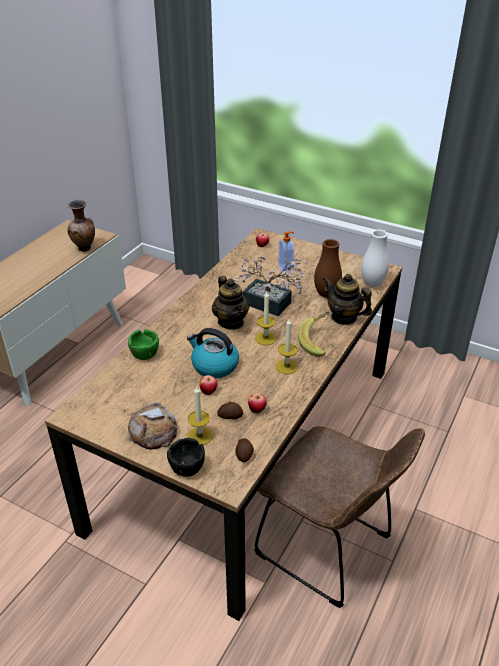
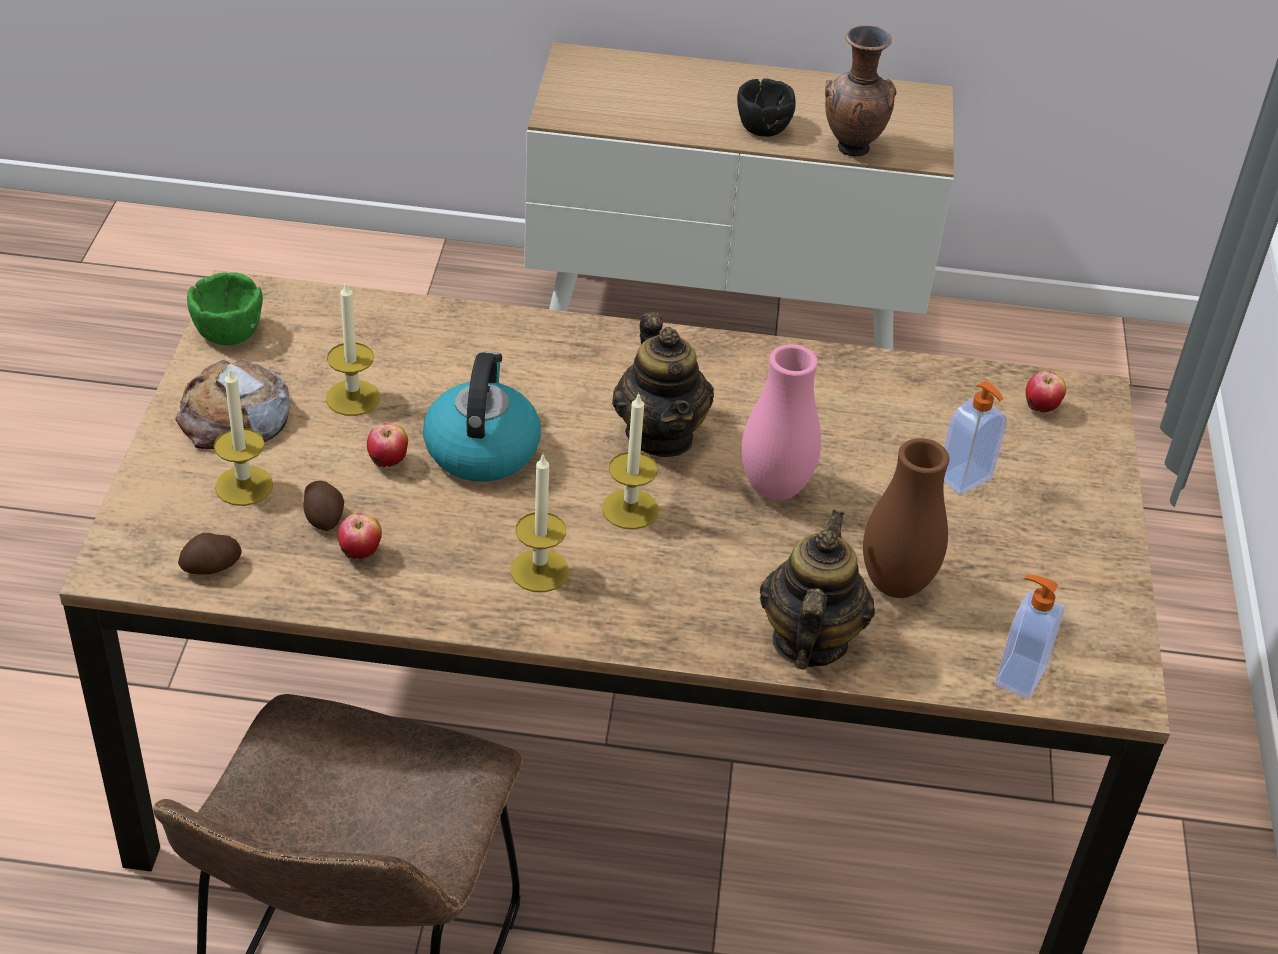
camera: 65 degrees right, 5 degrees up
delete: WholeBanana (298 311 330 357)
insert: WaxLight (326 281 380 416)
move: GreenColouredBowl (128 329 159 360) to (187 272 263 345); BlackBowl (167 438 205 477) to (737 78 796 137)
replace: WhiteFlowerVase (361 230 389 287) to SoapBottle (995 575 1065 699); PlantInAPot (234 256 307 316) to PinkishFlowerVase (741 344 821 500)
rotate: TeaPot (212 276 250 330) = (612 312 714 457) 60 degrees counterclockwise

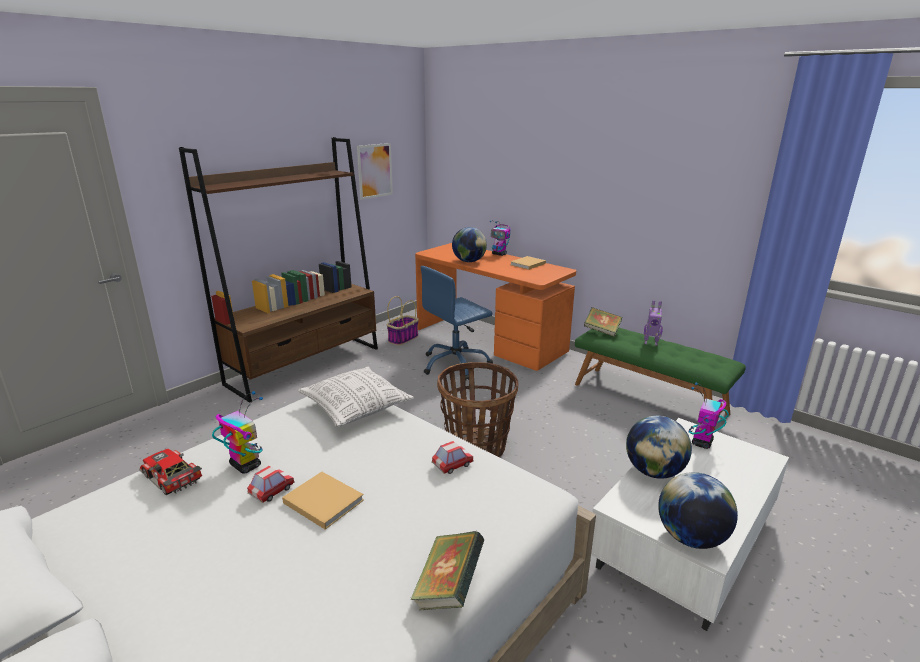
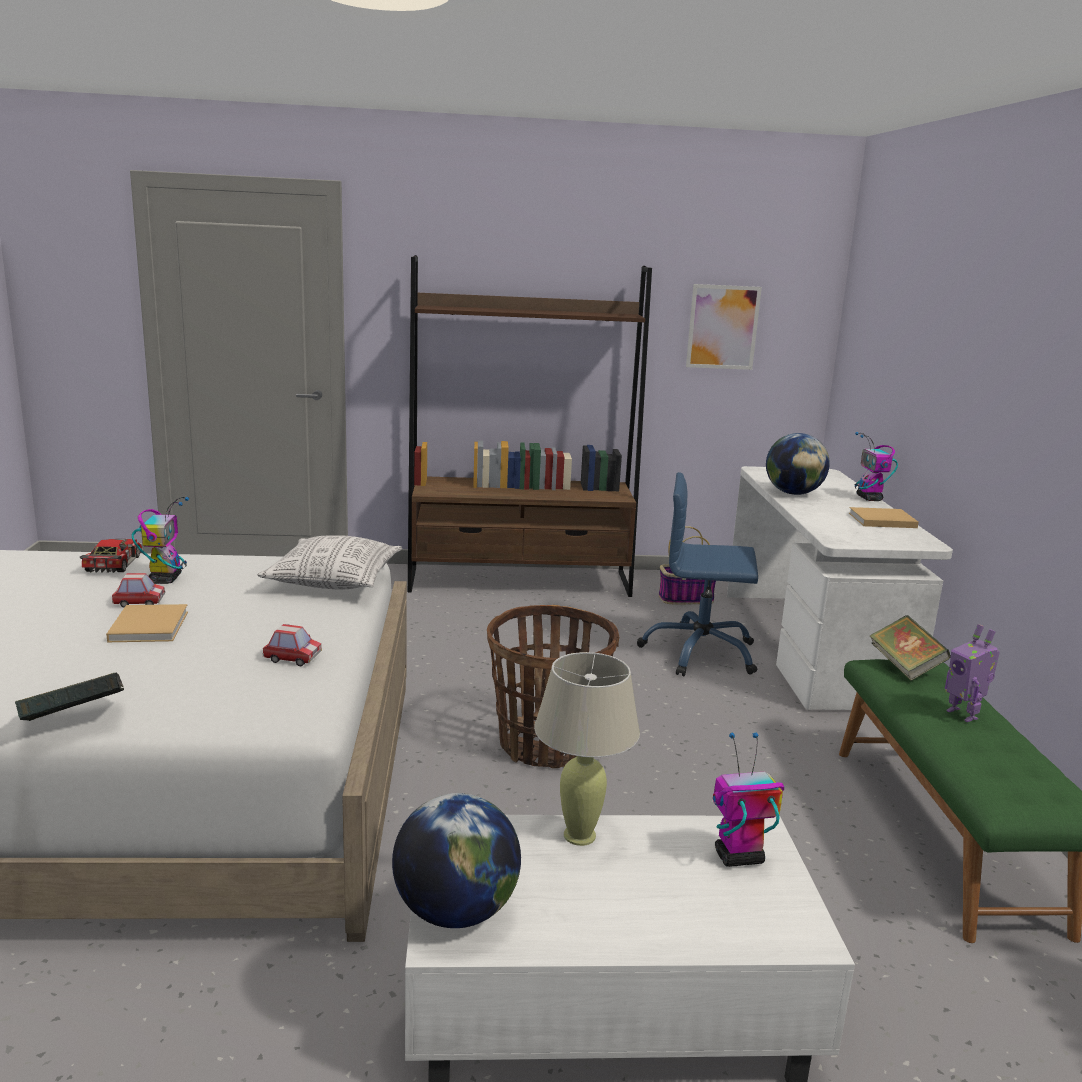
camera: 45 degrees right, 5 degrees down
replace: WorldGlobe (626 415 692 479) to BeigeColouredTableLamp (534 652 640 846)
recolor: OrangeDeskTable (415 243 576 371) to WhiteDeskTable (727 466 953 710)

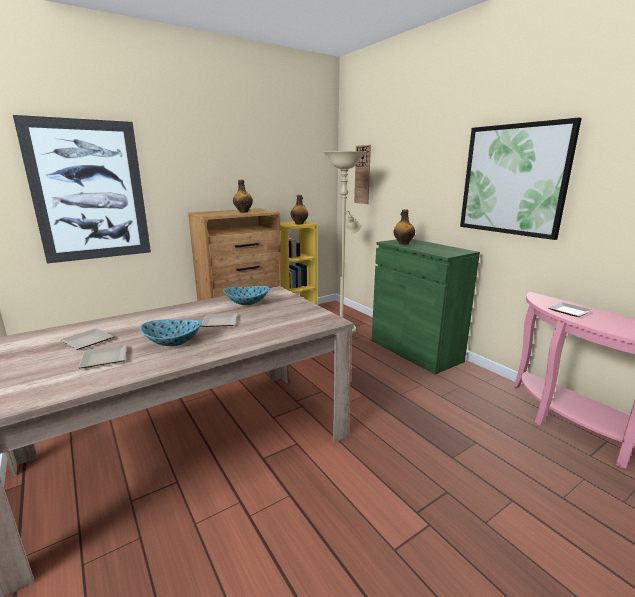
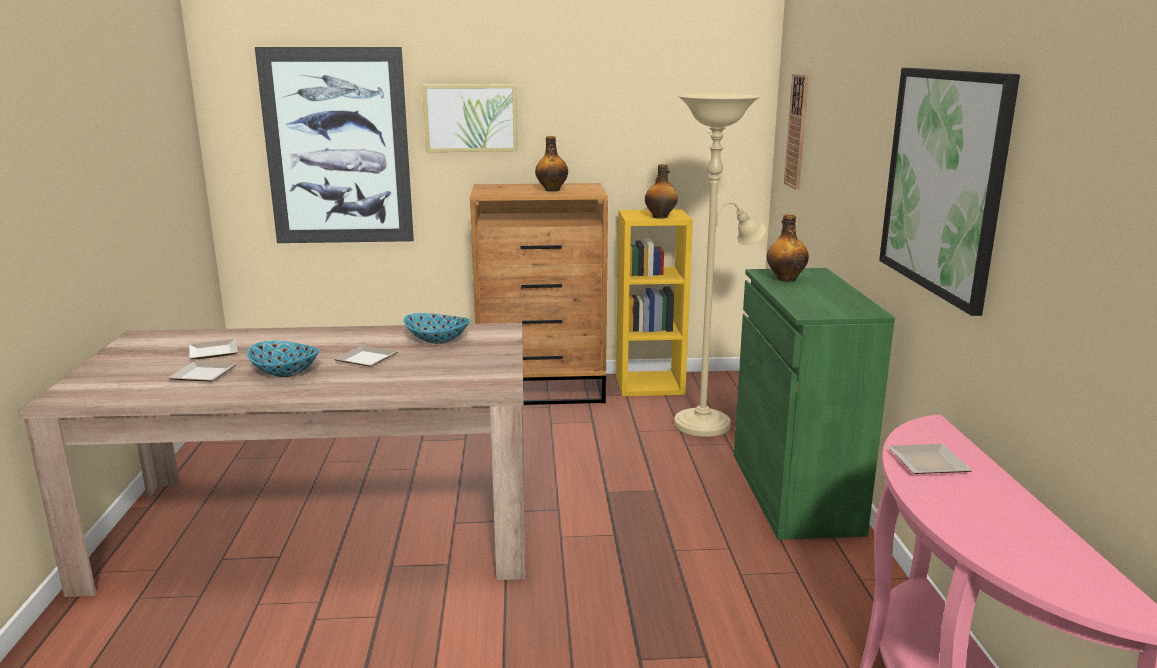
camera: 30 degrees right, 0 degrees up
insert: Picture (422 84 518 152)

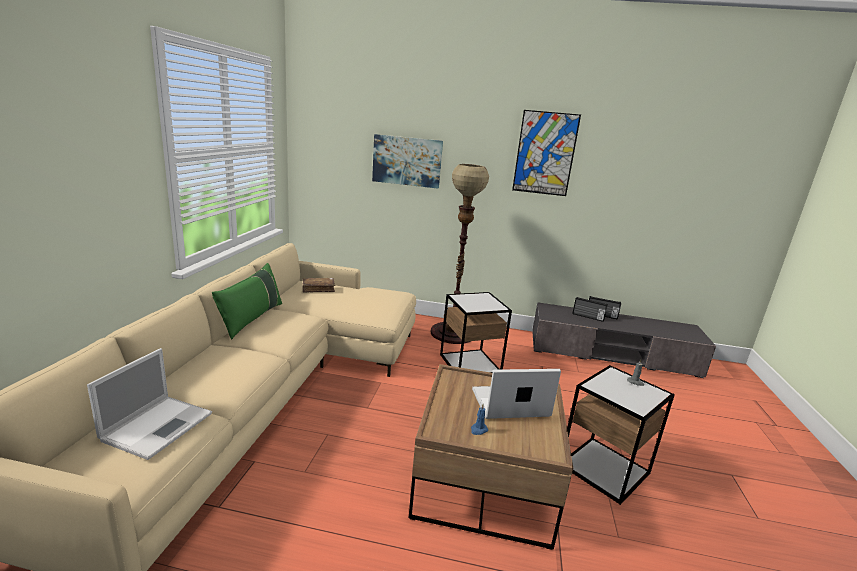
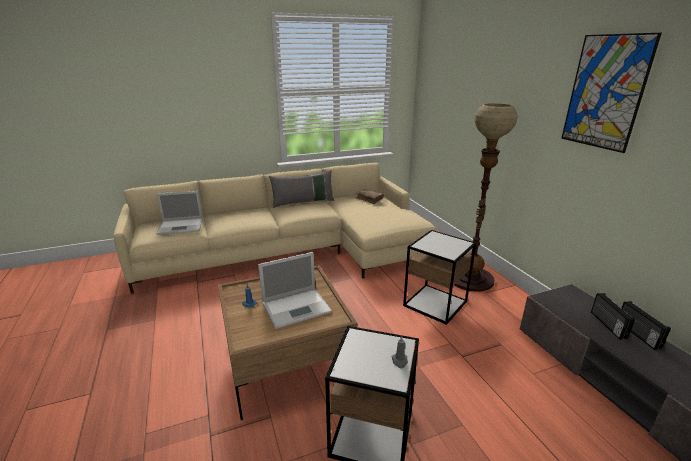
camera: 60 degrees right, 5 degrees up
delete: Picture (372 134 443 189)
recolor: GreenColouredThrowPillow (212 263 282 339) to GrayThrowPillow (269 170 334 208)
rotate: PortableComputer (472 369 561 419) = (258 252 332 329) 105 degrees clockwise

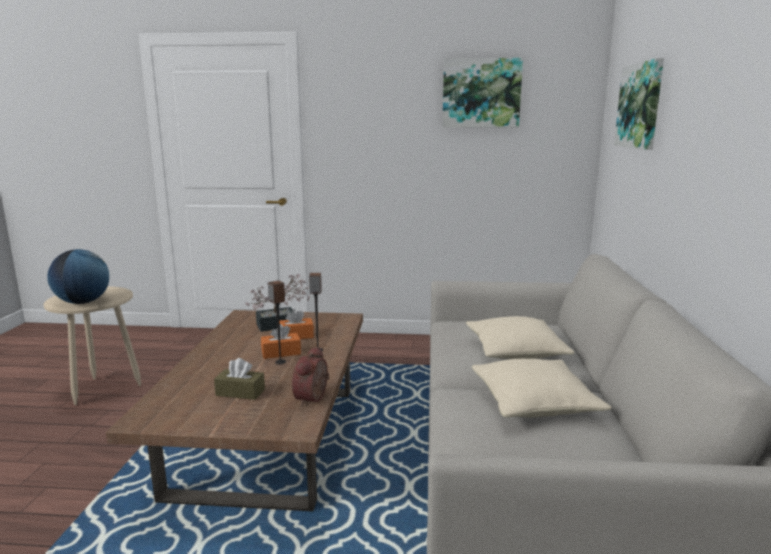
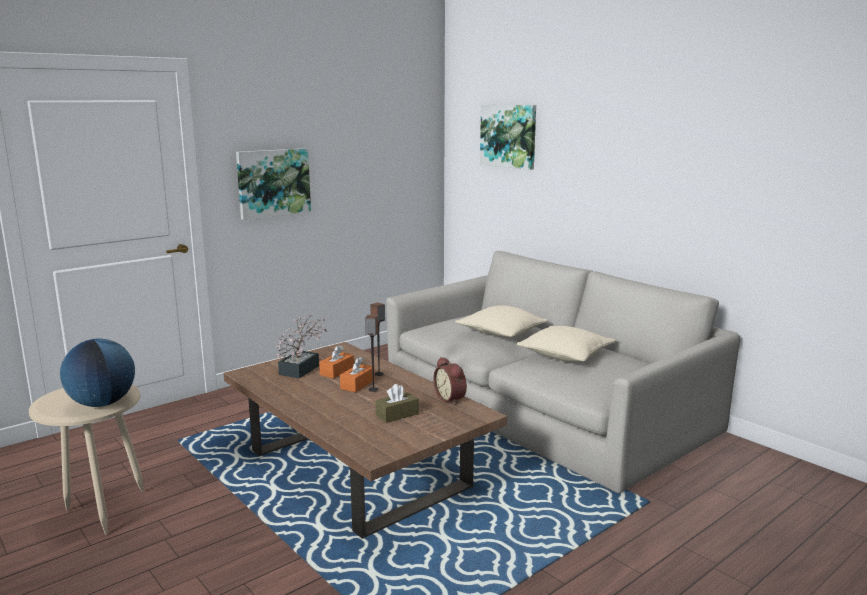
camera: 45 degrees left, 0 degrees up
move: Picture (442 58 523 127) to (236 148 311 220)

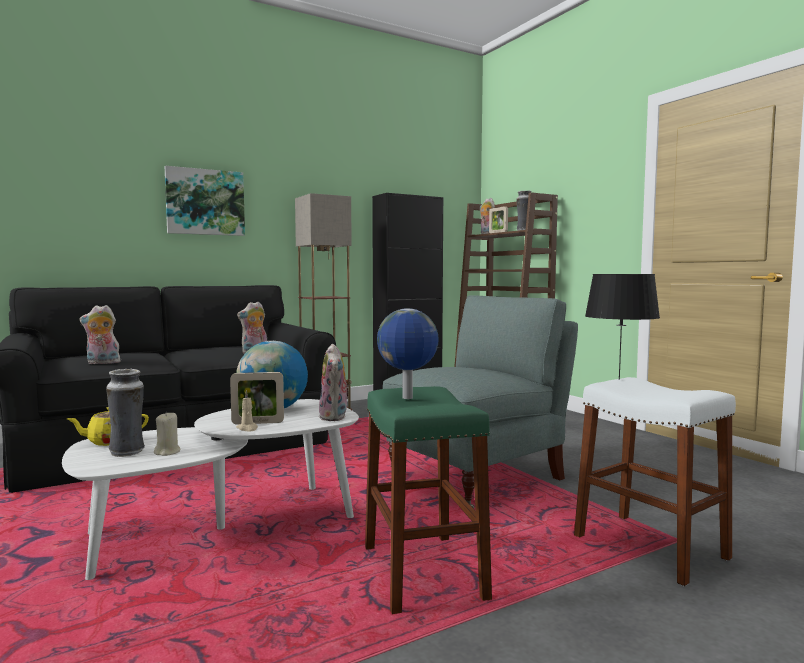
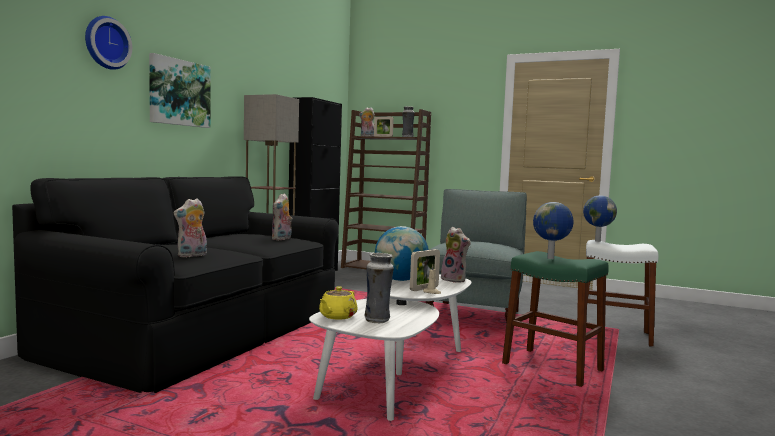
camera: 35 degrees left, 0 degrees up
delete: BeigeColouredWaxLight (154 412 181 456)
insert: ClockOnTheWall (85 16 132 70)
replace: BlackTableLamp (585 274 660 380) to WorldGlobe (583 195 617 242)

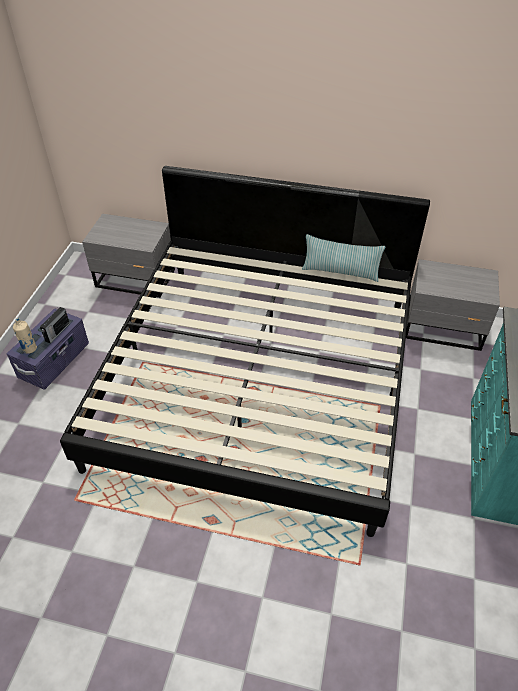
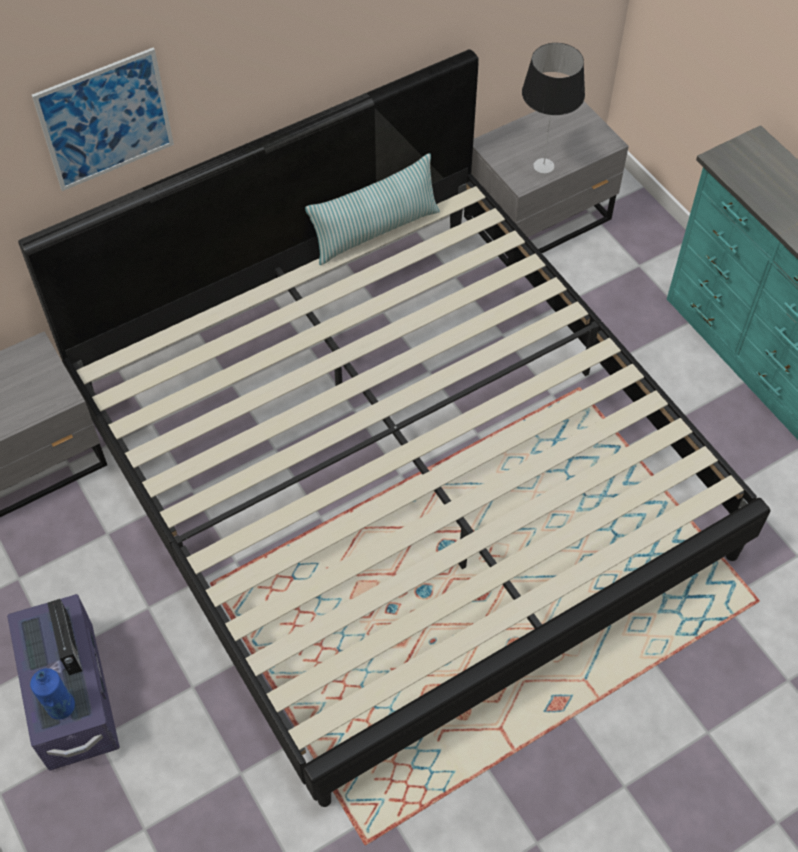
camera: 45 degrees left, 10 degrees up
insert: TableLamp (522 43 585 173); Picture (32 47 174 191)
recolor: BeigeColouredBeverageBottle (13 318 37 354) to BlueBeverageBottle (30 668 75 720)

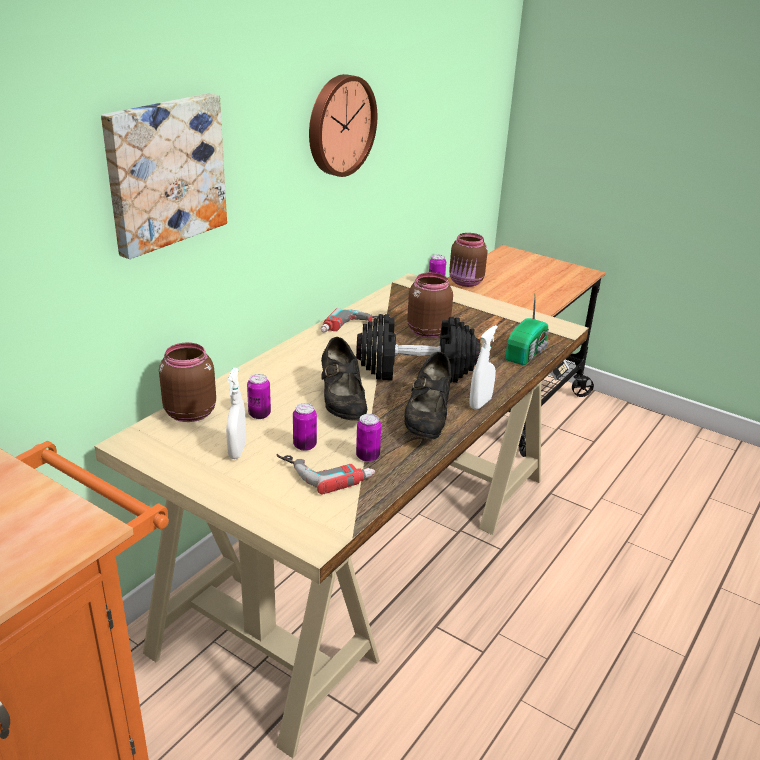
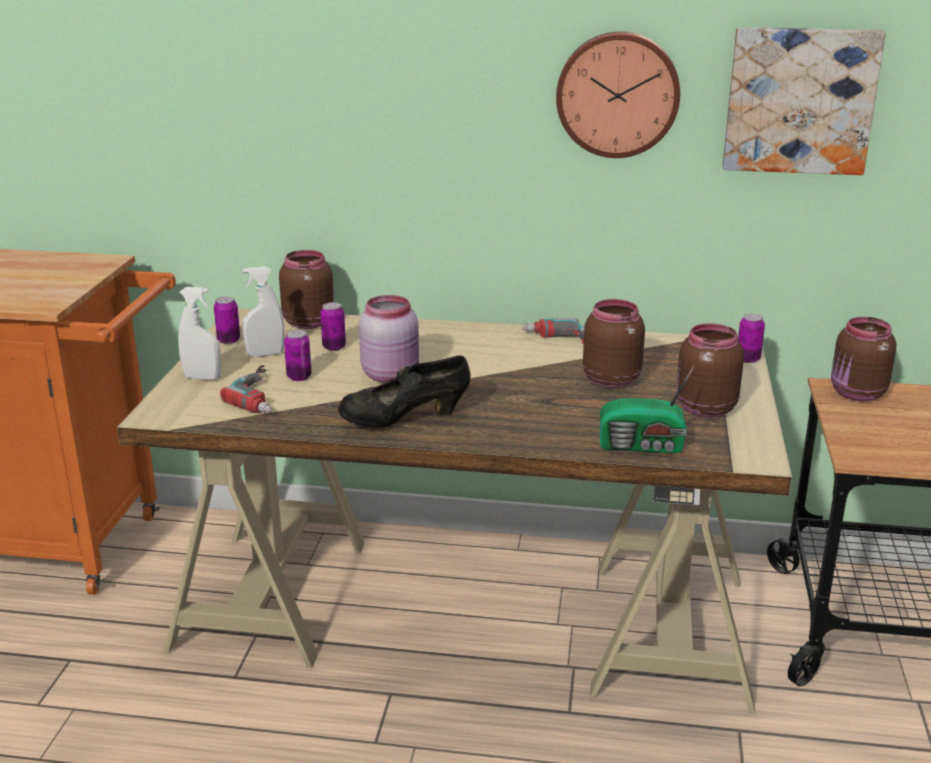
camera: 65 degrees right, 5 degrees down
delete: BlackHandWeight (356 314 481 383)
insert: BrownishStorageJar (676 323 744 417)
move: Picture (101 93 227 259) to (723 27 886 175); WhiteSprayer (469 325 498 410) to (178 287 221 380); Can (356 414 381 462) to (214 296 240 344)
replace: BlackLowShoe (321 337 367 421) to PinkishStorageJar (359 295 419 383)

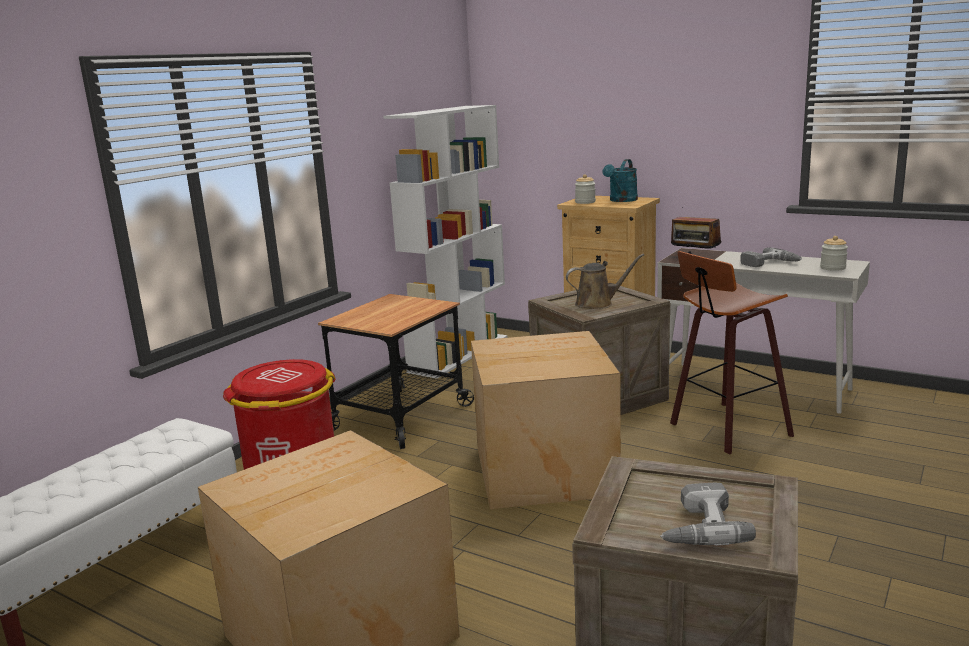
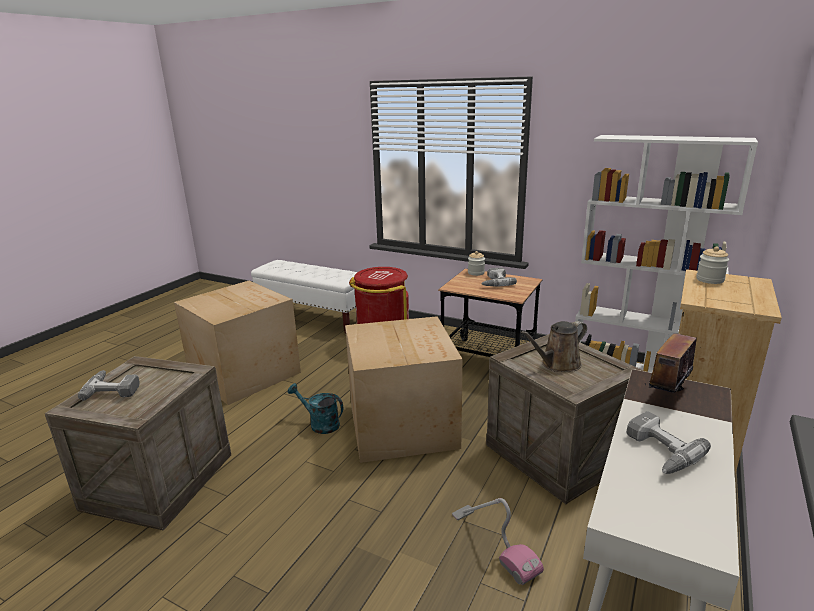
camera: 85 degrees right, 5 degrees up
insert: PowerDrill (481 267 517 286)
move: TurquoiseColouredSprinklingCan (603 159 638 202) to (288 383 343 434); StorageJar (820 236 848 271) to (468 251 485 276)
replace: SittingStool (670 251 794 455) to Hoover (452 498 544 585)
rotate: BrownishSprinklingCan (566 254 644 309) = (521 321 587 372) 75 degrees clockwise

